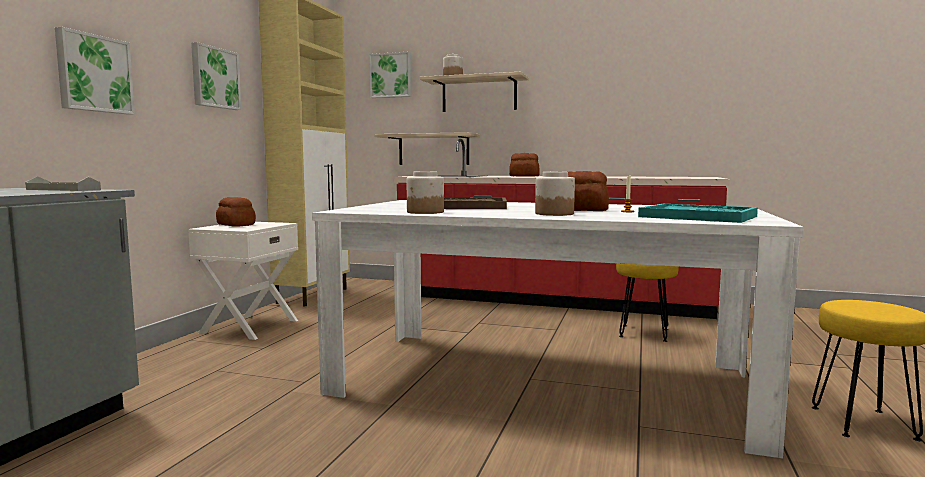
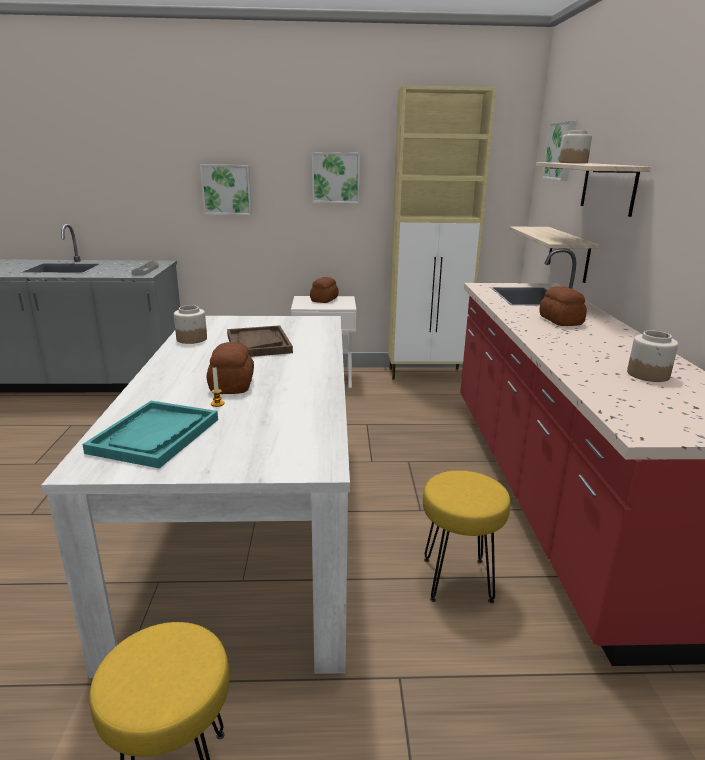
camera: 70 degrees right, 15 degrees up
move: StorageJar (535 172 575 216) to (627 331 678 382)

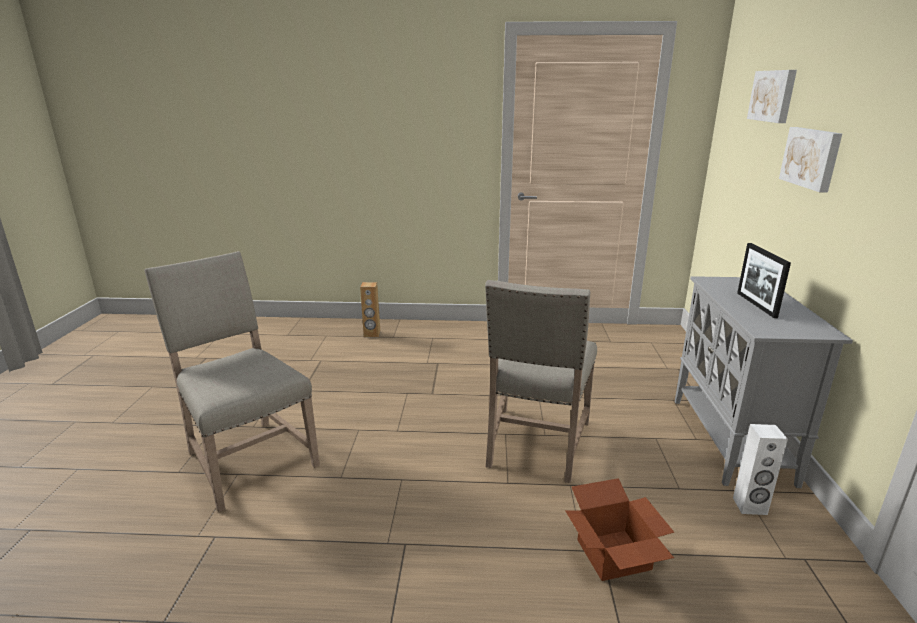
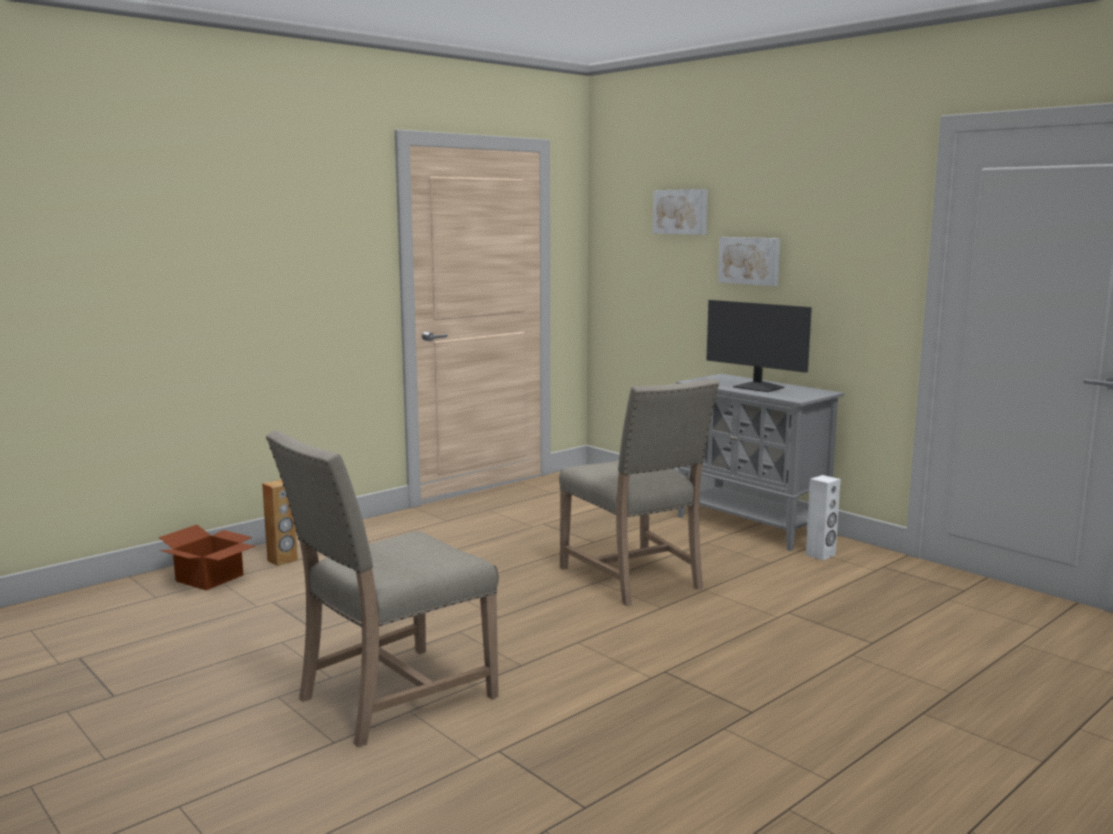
camera: 45 degrees left, 10 degrees down
move: CardboardBox (565 478 674 581) to (159 525 255 590)
replace: StandingFrame (737 243 791 318) to ComputerScreen (706 300 812 392)
rotate: BeigeColouredUprightChair (144 251 320 512) = (266 430 499 747) 45 degrees counterclockwise

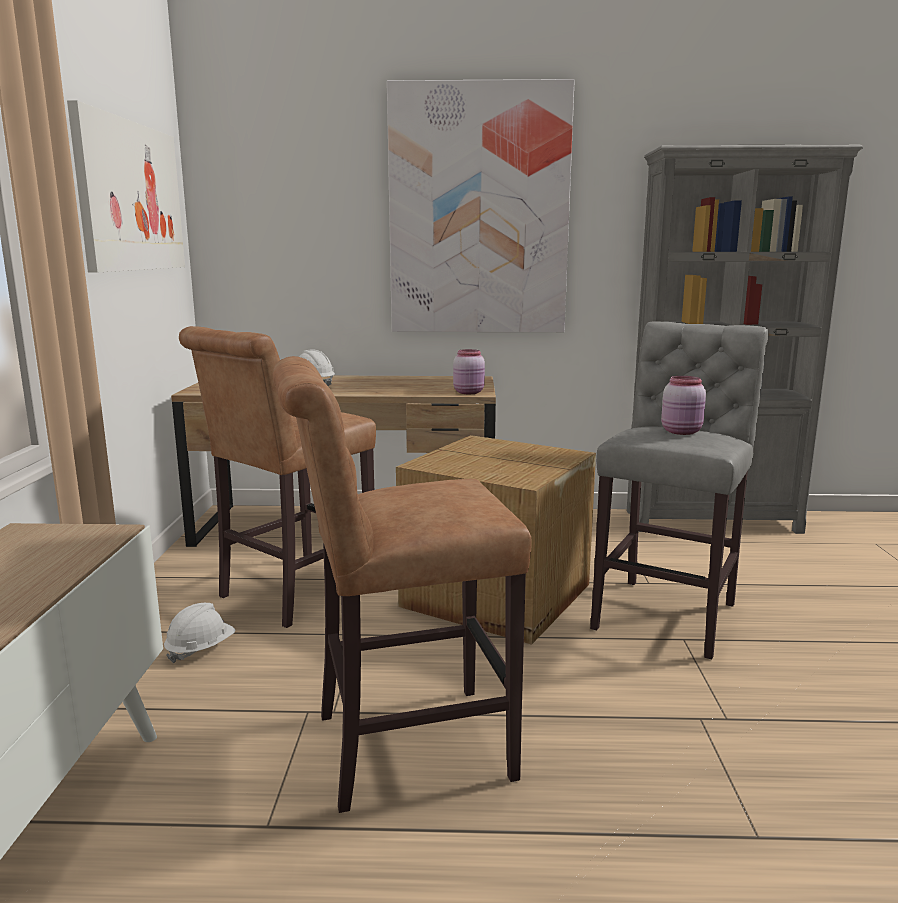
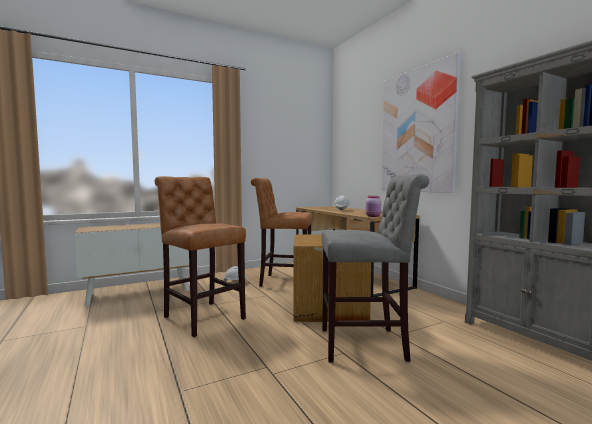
camera: 60 degrees right, 10 degrees down
delete: Picture (67 100 185 273); PinkishStorageJar (661 376 706 435)

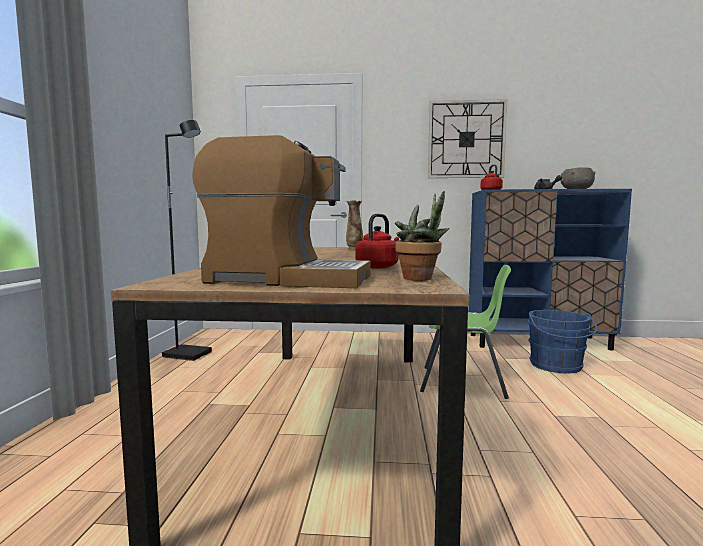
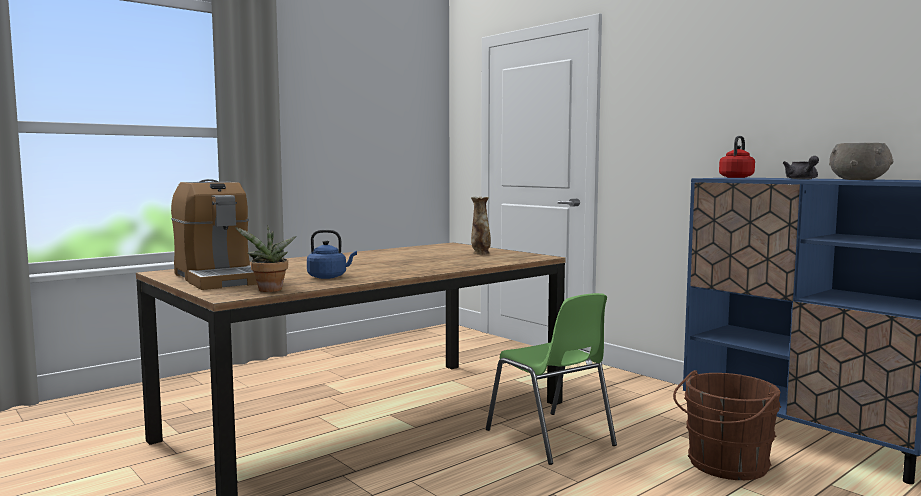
camera: 45 degrees right, 0 degrees up
delete: ClockOnTheWall (428 99 507 178); BlackFloorLamp (162 120 212 361)
recolor: ReddishTeaKettle (355 214 399 269) to BlueTeaKettle (307 230 357 279); BlueWaterBucket (527 310 597 373) to BrownishWaterBucket (673 370 781 480)

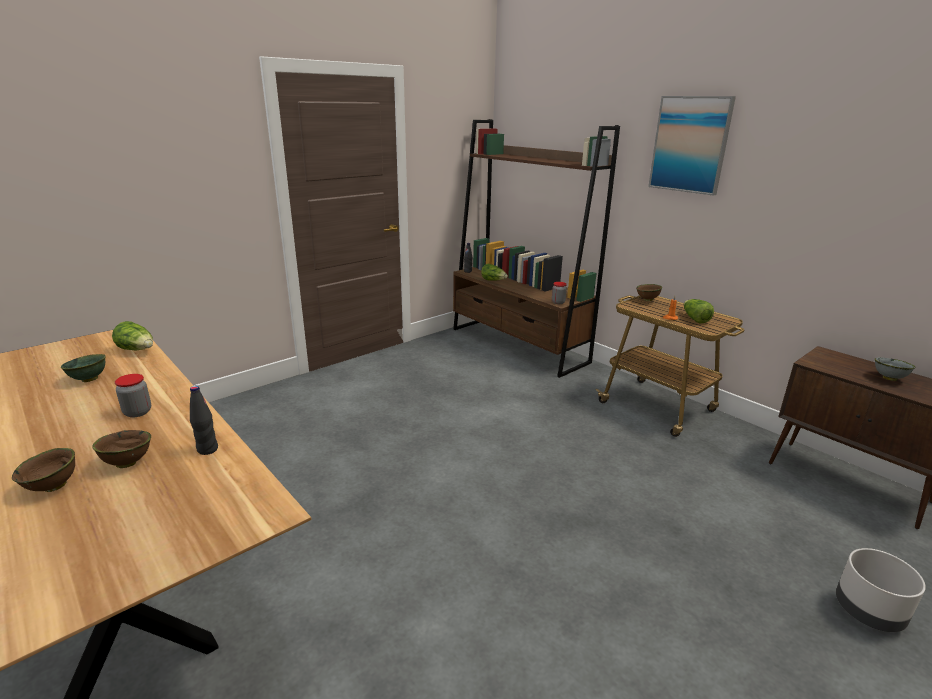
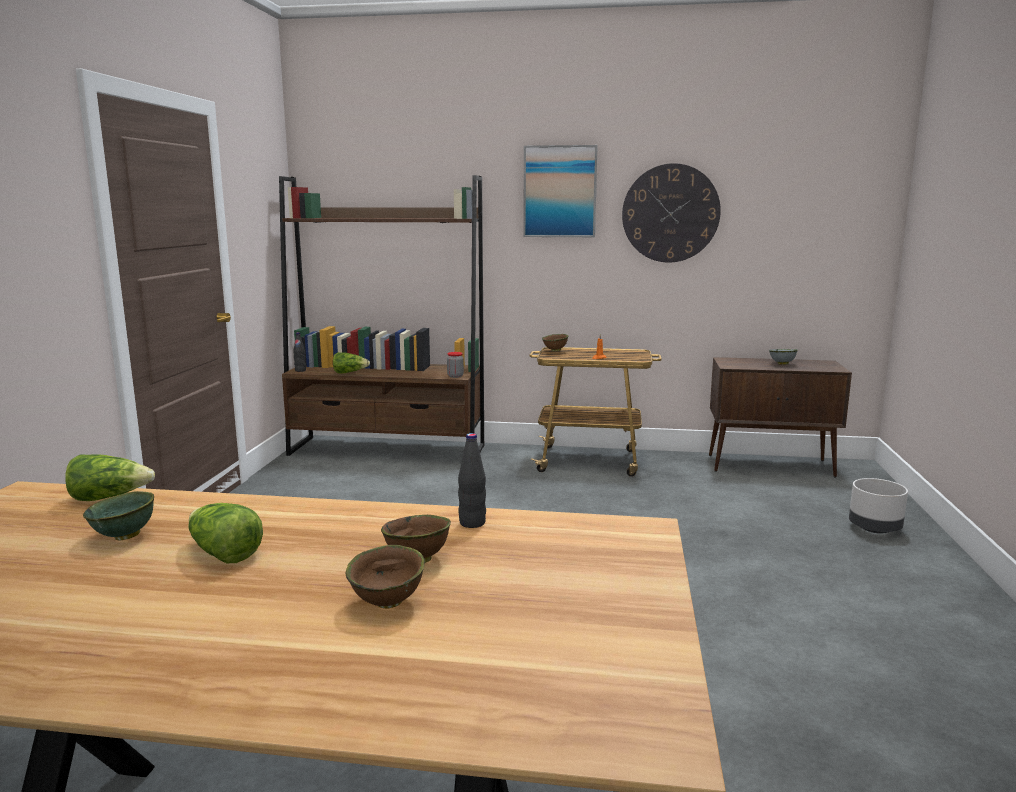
camera: 40 degrees left, 10 degrees down
delete: StorageJar (115 374 151 418)
insert: ClockOnTheWall (622 163 721 262)
move: HeadOfLettuce (684 299 714 324) to (188 503 263 563)

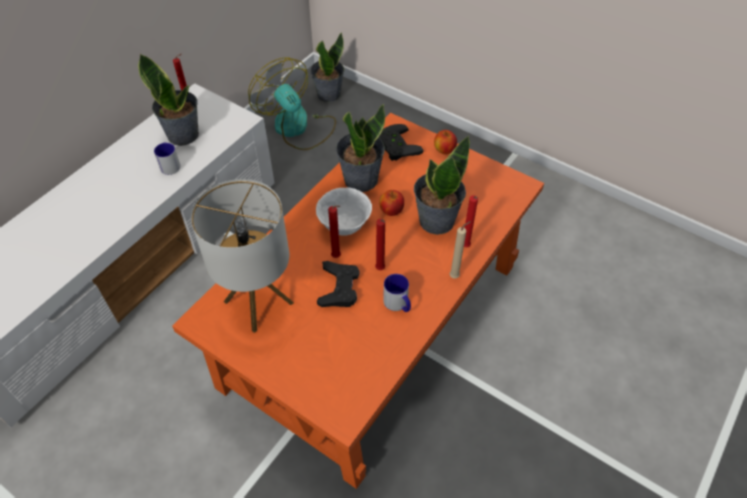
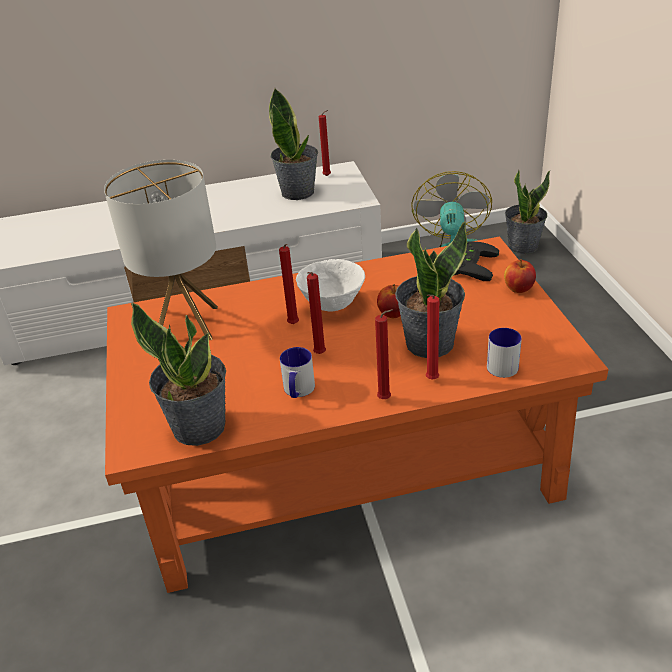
camera: 45 degrees right, 15 degrees down
delete: BlackGameController (317 261 360 307)
move: PlantInAPot (336 104 385 192) to (131 302 226 446); CoffeeMug (154 143 181 175) to (487 328 522 378)
recolor: BeigeColouredWaxLight (450 221 471 279) to ReddishWaxLight (375 309 393 399)

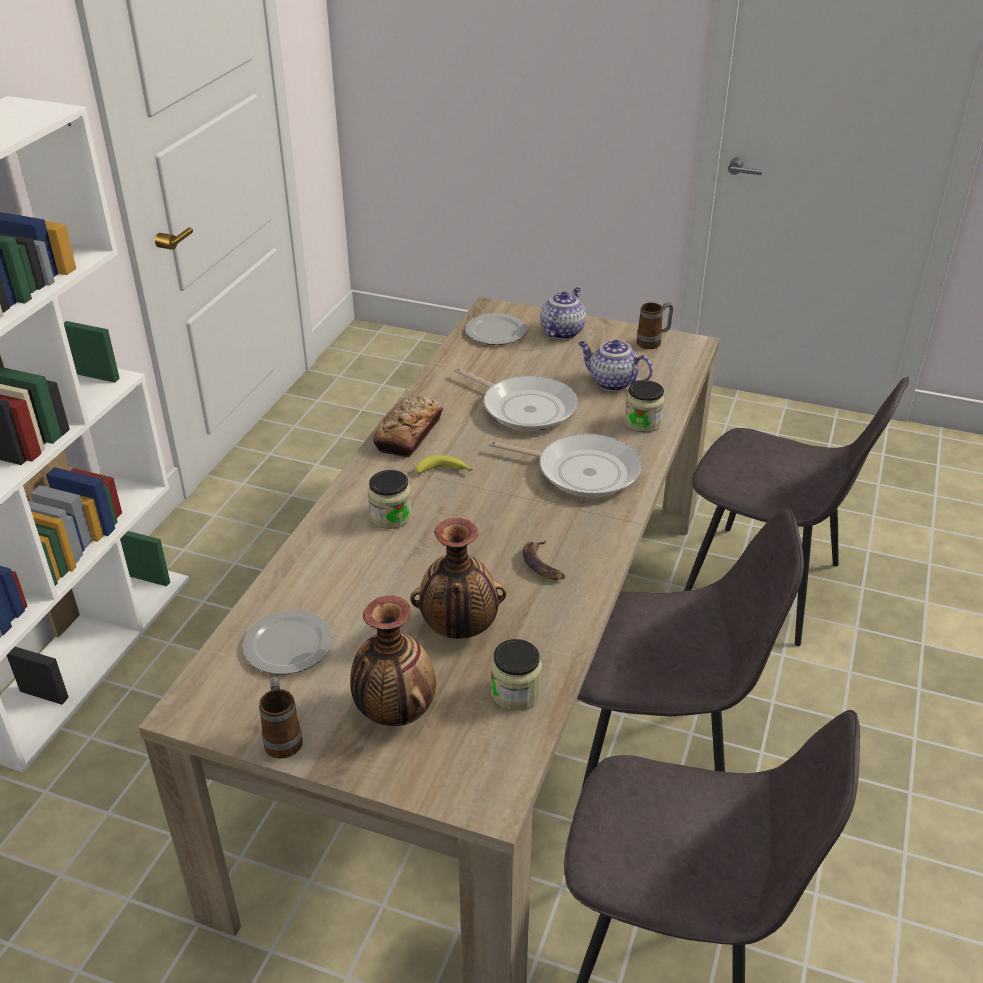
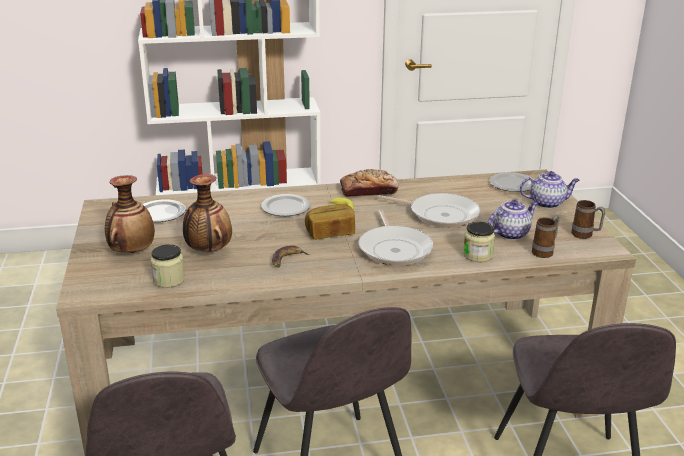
camera: 60 degrees right, 10 degrees down
insert: Bread (305 204 355 240)
move: CoffeeMug (259 676 303 759) to (532 215 559 258)
replace: StorageJar (368 470 412 529) to DinnerPlate (261 194 311 216)
rotate: TeaPot (578 340 653 391) = (488 200 538 240) 60 degrees clockwise; Pan (454 368 578 431) = (378 193 480 228) 75 degrees counterclockwise

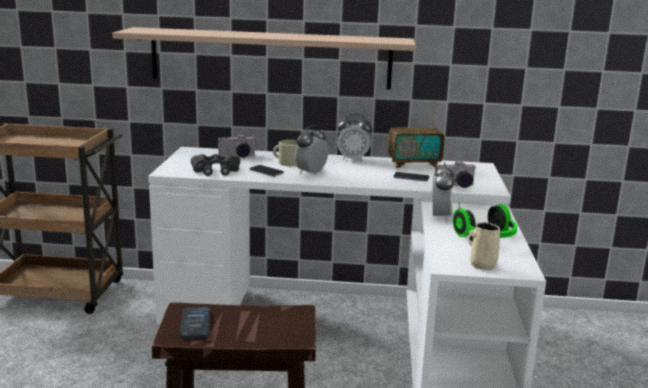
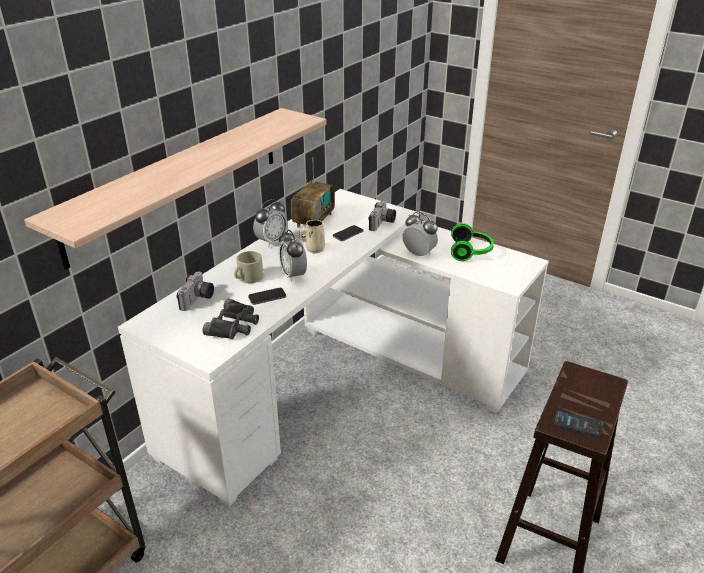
camera: 60 degrees left, 15 degrees up
move: BeigeColouredCoffeeMug (468 222 500 270) to (299 220 325 254)

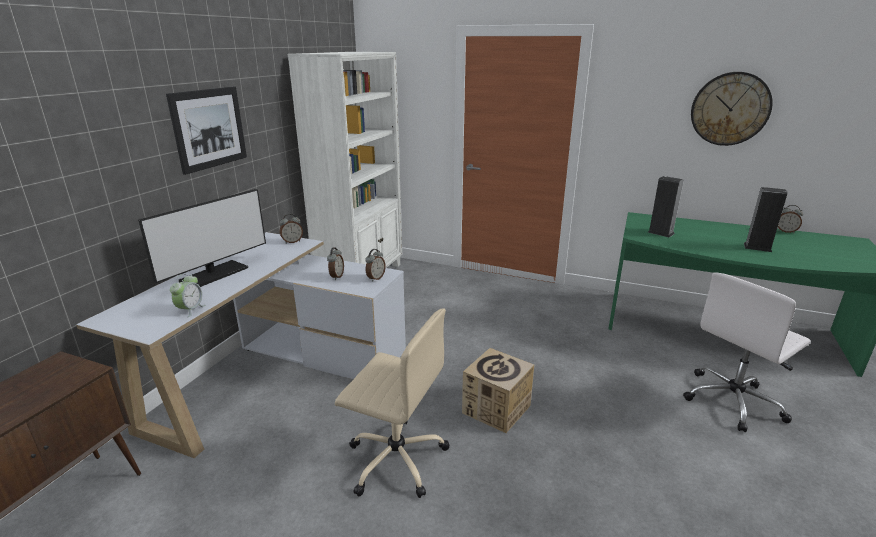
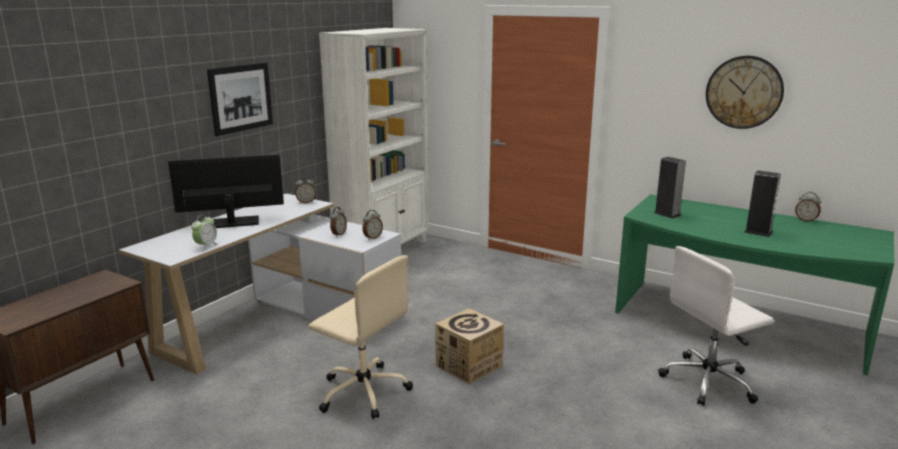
camera: 10 degrees right, 5 degrees down
rotate: ComputerScreen (138 189 266 287) = (168 154 284 228) 150 degrees counterclockwise

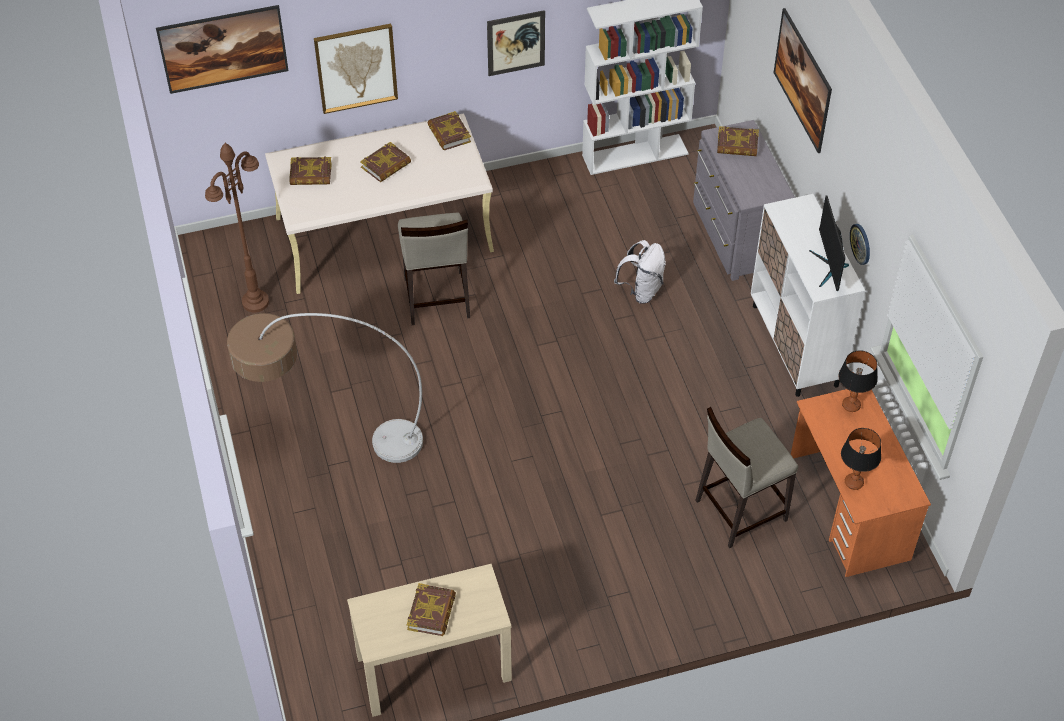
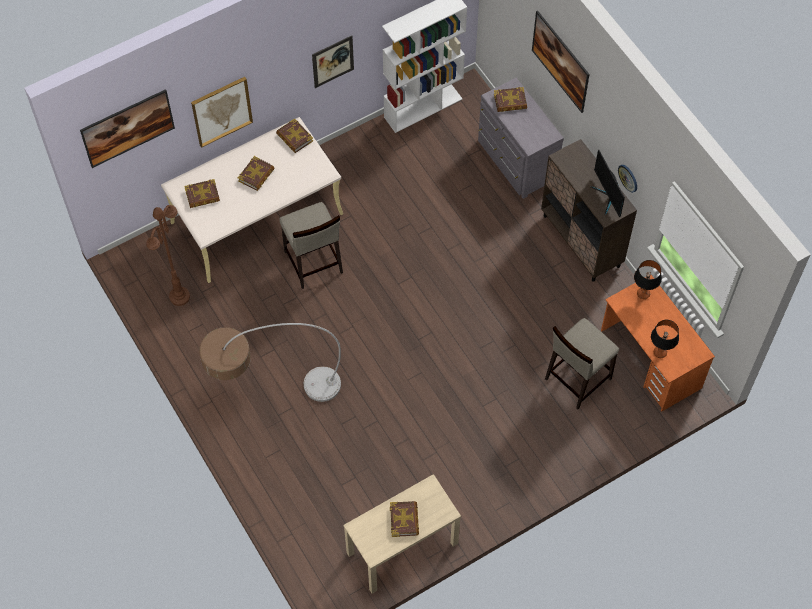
camera: 15 degrees left, 10 degrees up
delete: WhiteKnapsack (614 240 666 304)
recolor: WhiteStorageCabinet (751 194 865 397) to BrownishStorageCabinet (541 139 637 282)

